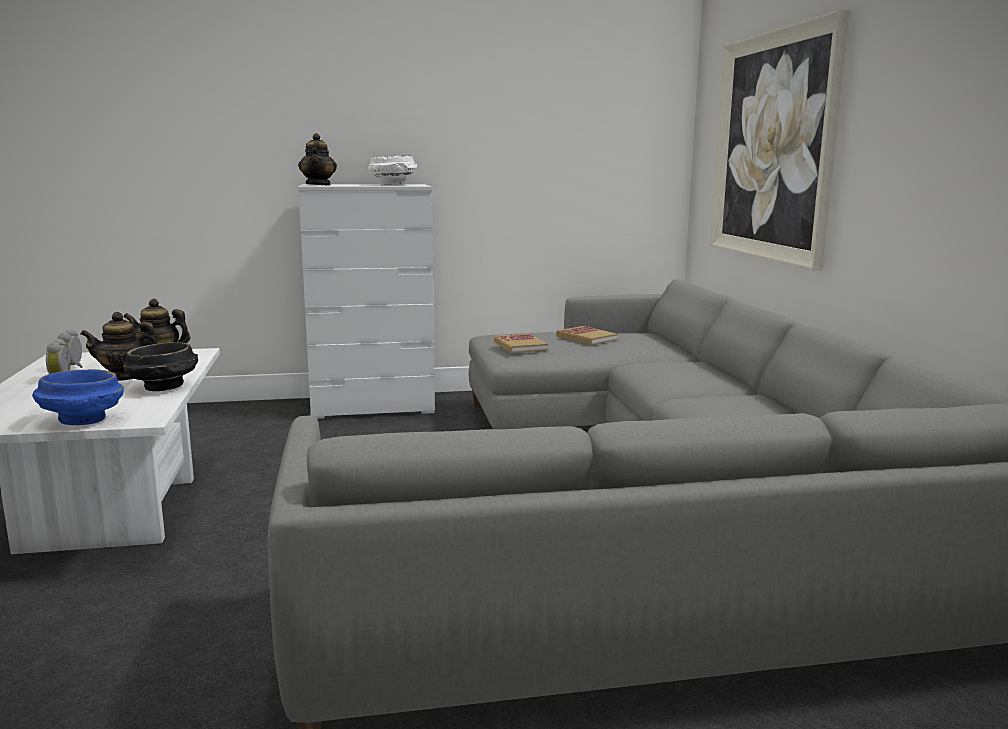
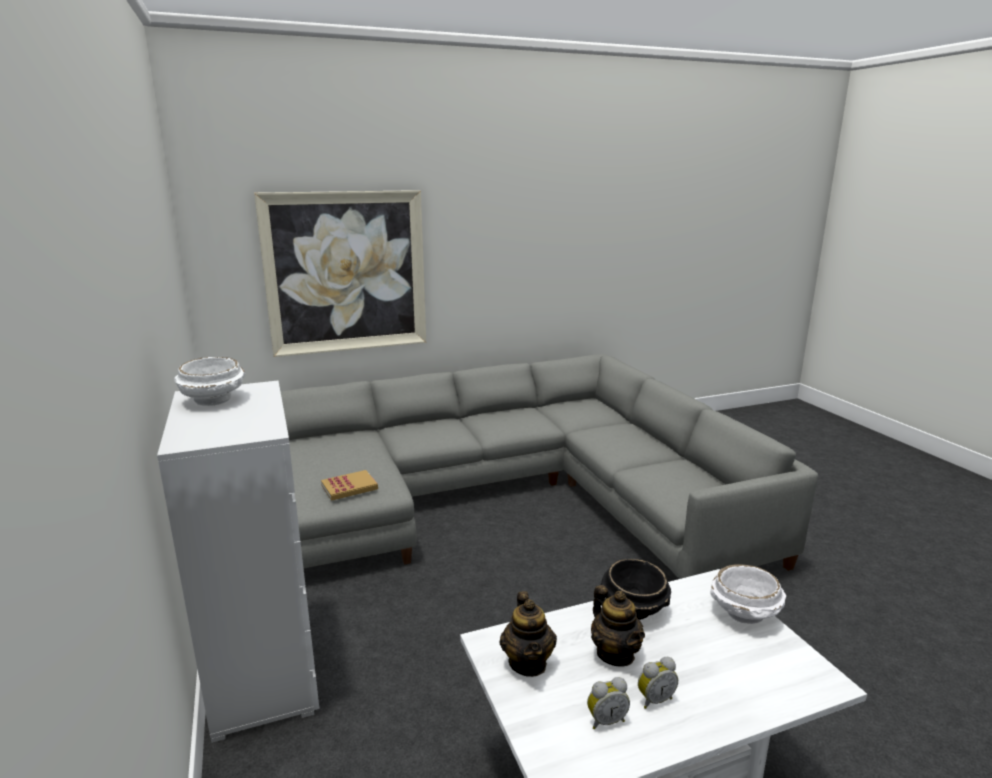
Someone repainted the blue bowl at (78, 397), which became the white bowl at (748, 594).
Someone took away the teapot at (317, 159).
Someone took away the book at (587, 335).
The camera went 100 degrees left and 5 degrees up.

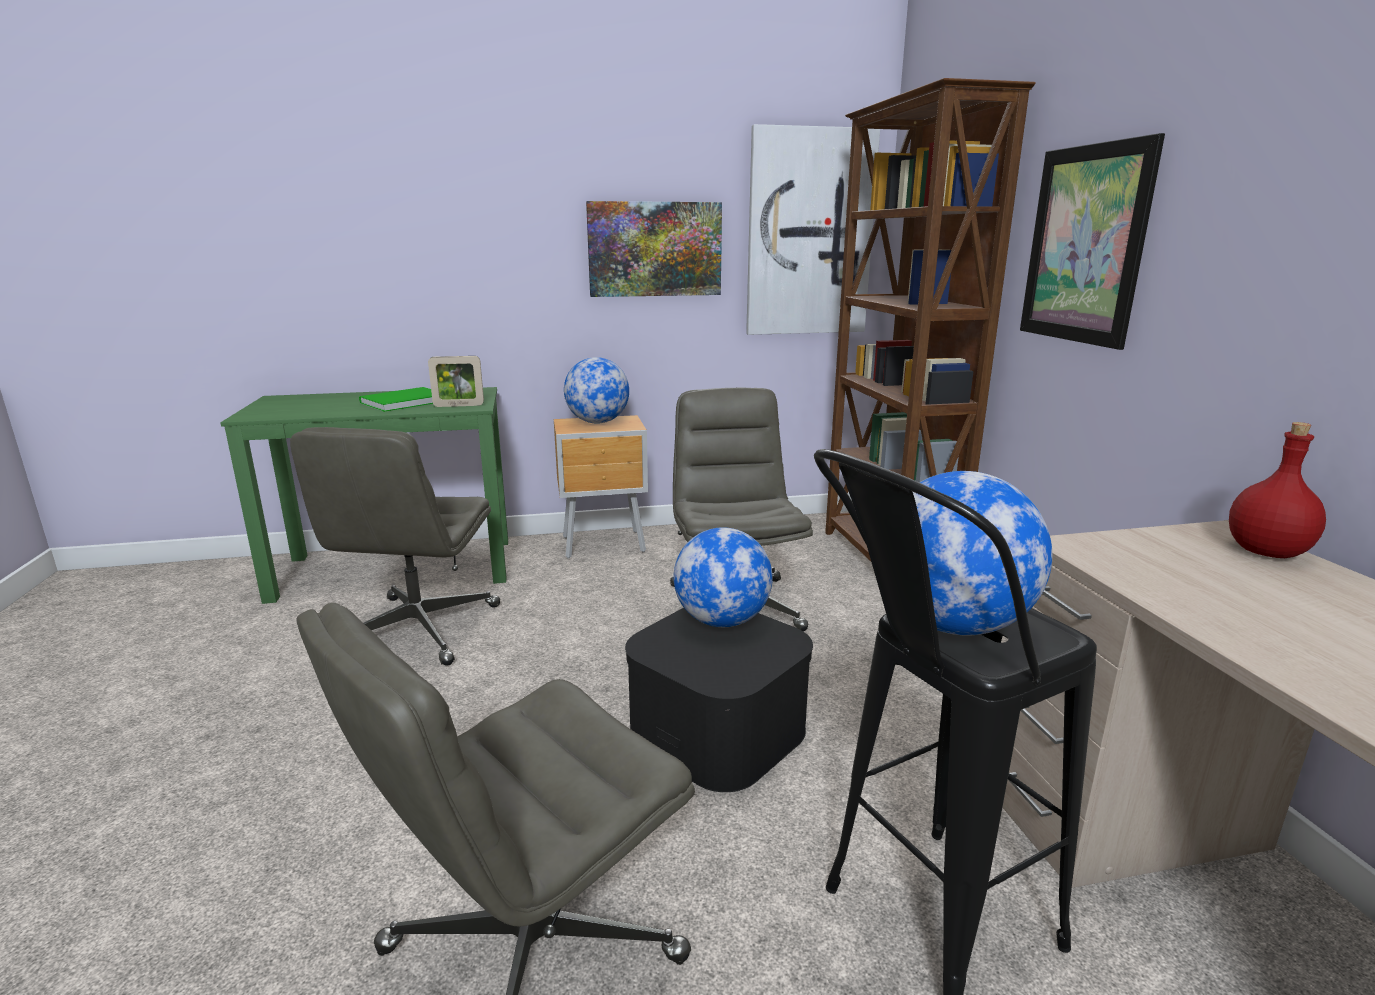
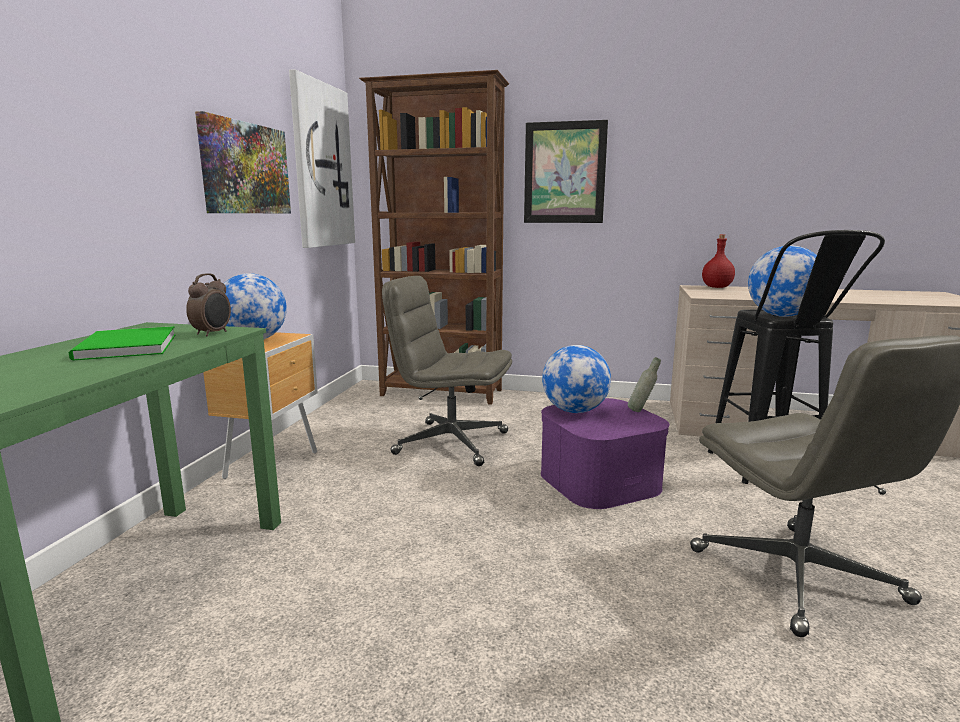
Someone took away the grey office chair at (395, 546).
Someone swapped the picture frame at (456, 381) for the alarm clock at (208, 304).
Someone repainted the black storage box at (719, 700), which became the purple storage box at (605, 453).
Someone put down the grey bottle at (644, 384).
The camera went 65 degrees left and 5 degrees down.

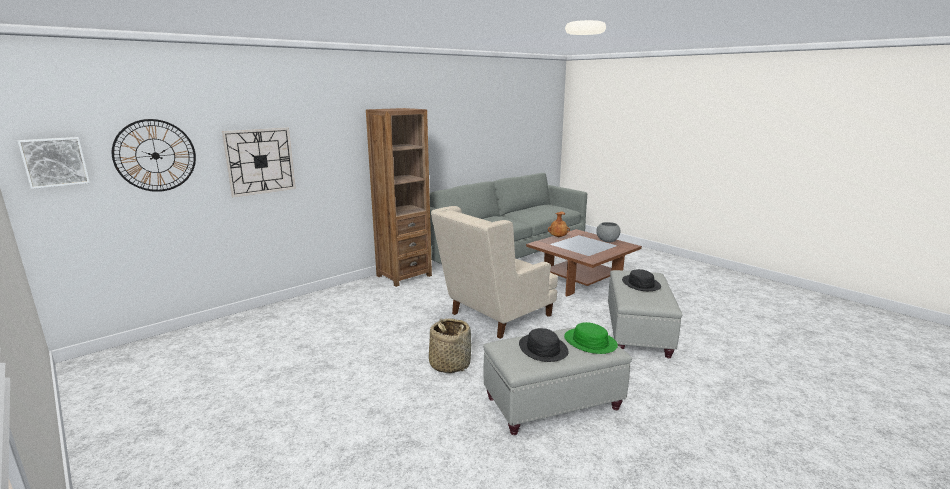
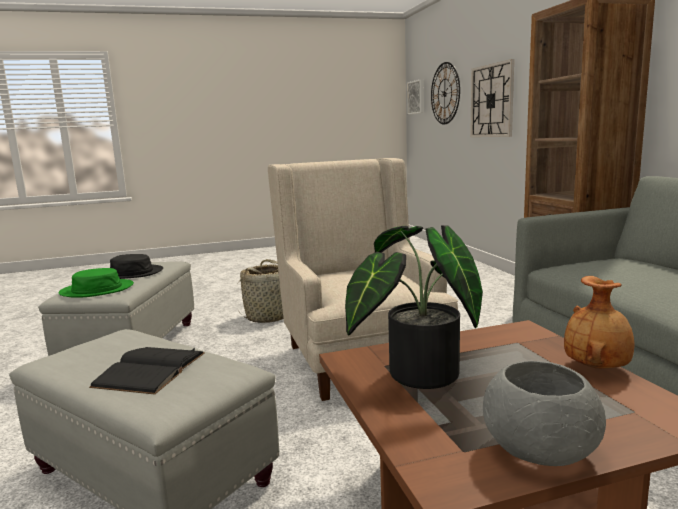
Someone swapped the black hat at (641, 280) for the black book at (147, 371).
Someone put down the potted plant at (414, 307).
The camera went 115 degrees right and 5 degrees down.

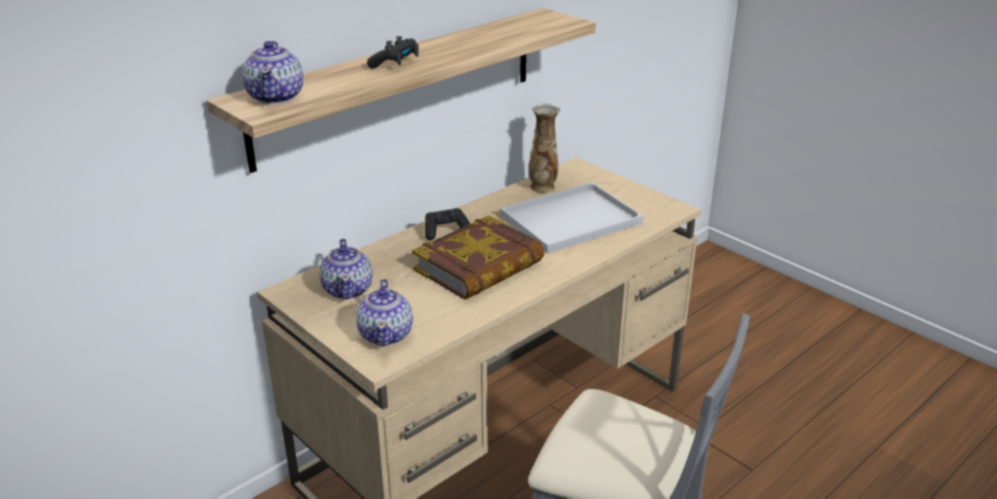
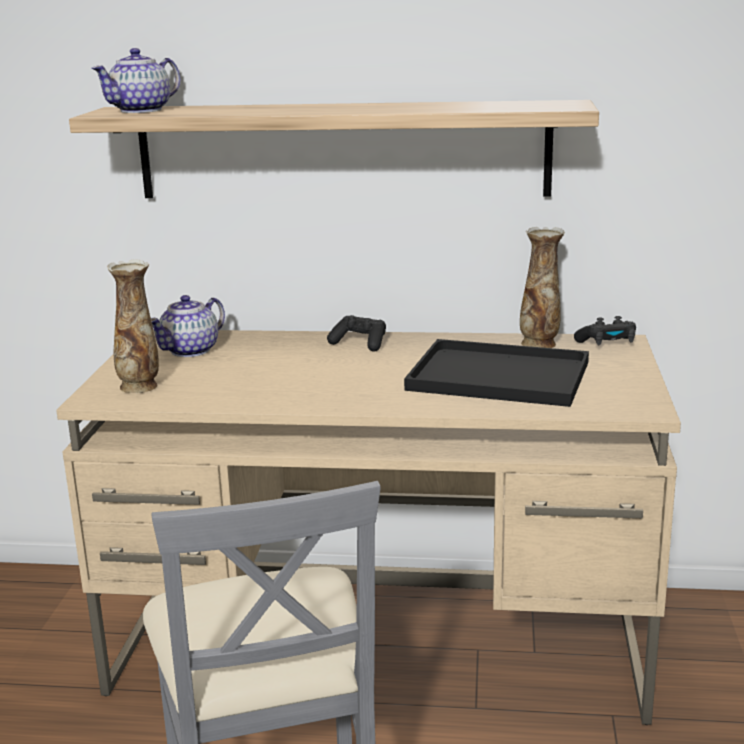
Someone swapped the teapot at (384, 313) for the vase at (133, 326).
Someone carried the black game controller from (393, 52) to (605, 331).
Someone took away the book at (478, 257).
Someone repainted the white tray at (572, 218), which became the black tray at (496, 373).
The camera went 50 degrees right and 10 degrees down.

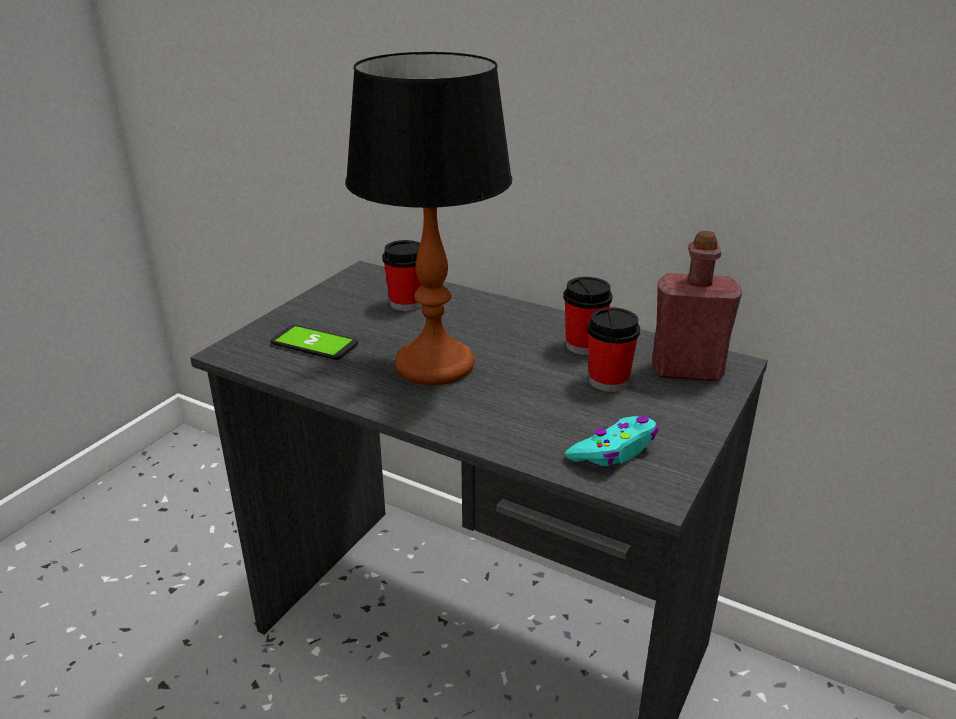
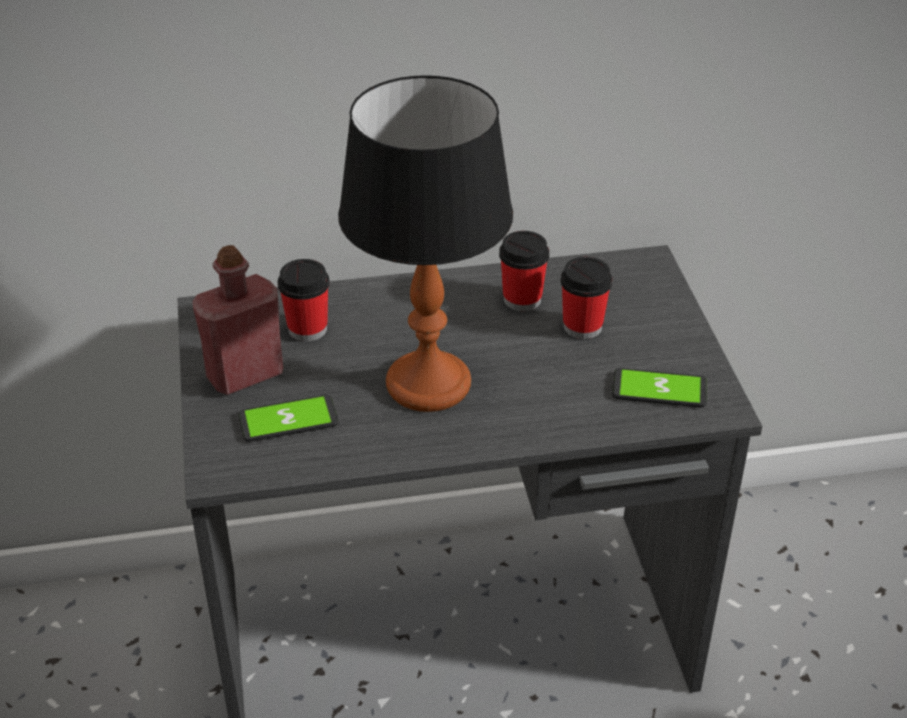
Someone swapped the turquoise game controller at (612, 441) for the phone at (659, 387).
Someone carried the red bottle from (697, 306) to (238, 320).
The camera went 40 degrees left and 10 degrees up.

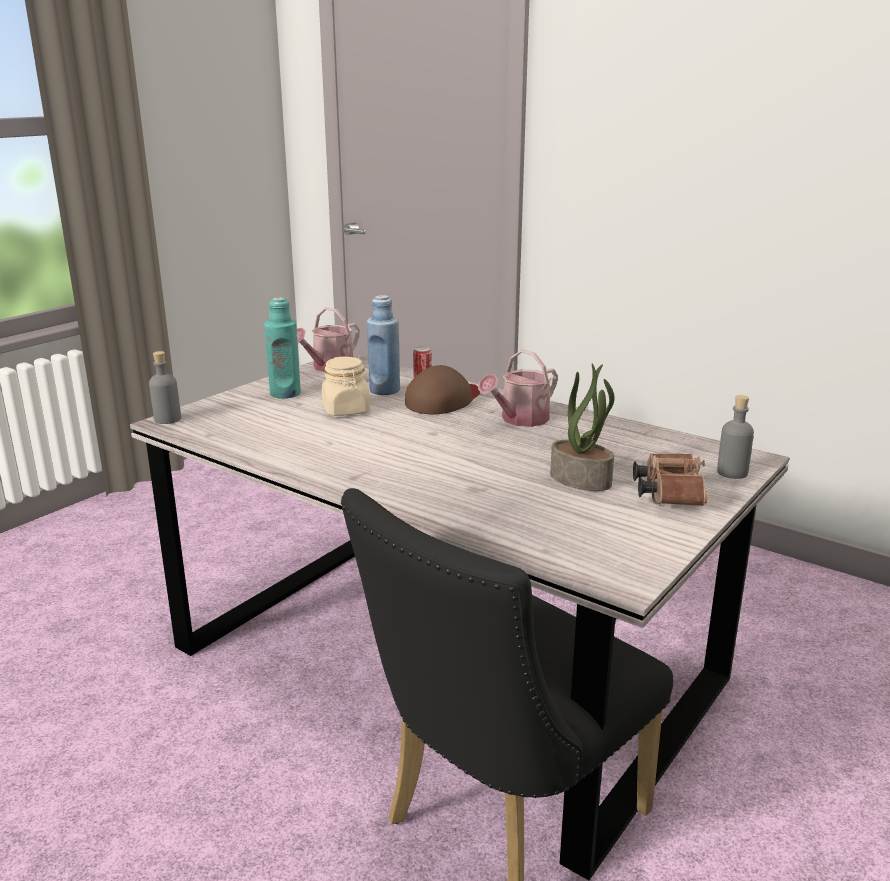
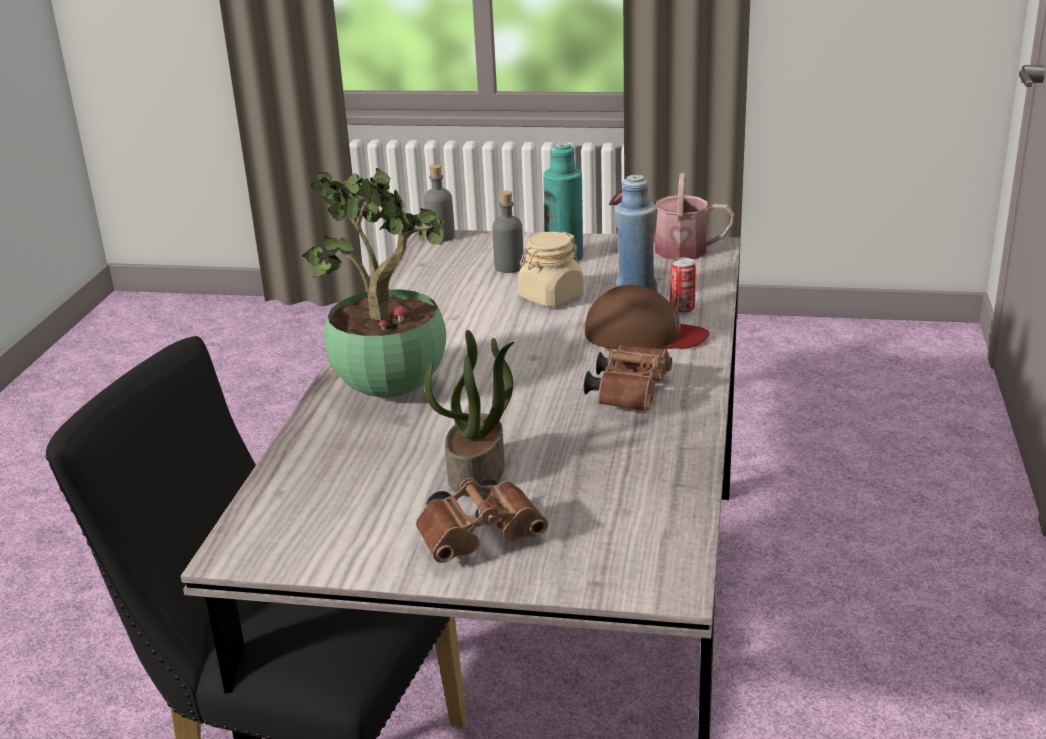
Someone swapped the watering can at (518, 388) for the brown binoculars at (628, 378).
Someone carried the grey bottle from (735, 437) to (508, 232).
Someone put down the potted plant at (374, 283).
The camera went 65 degrees right and 5 degrees up.

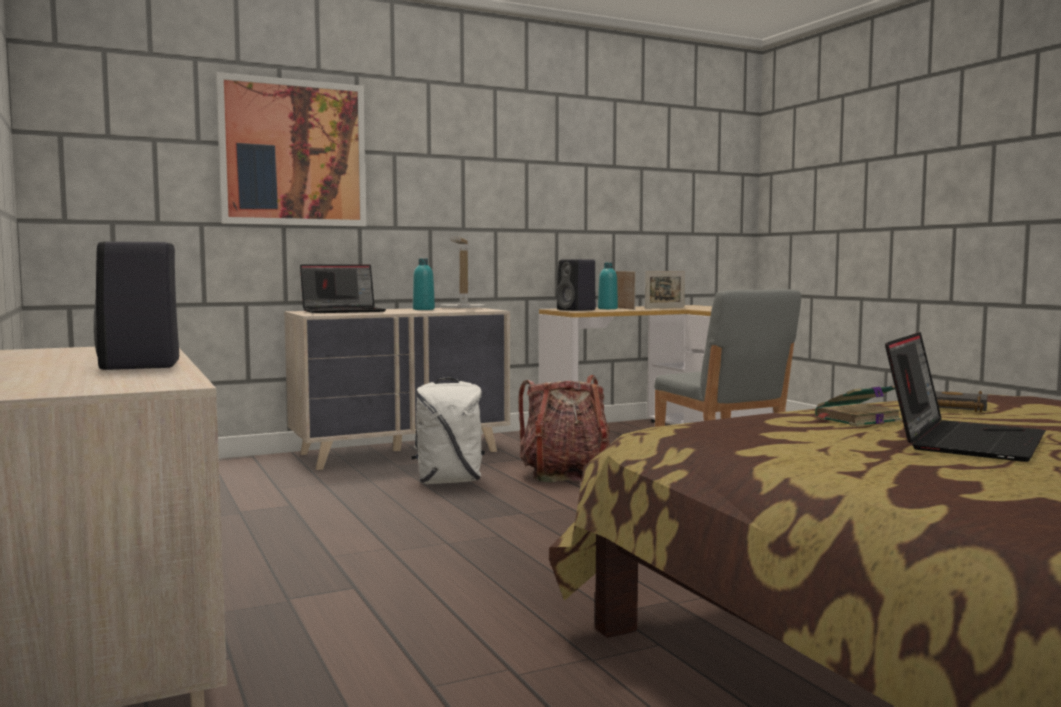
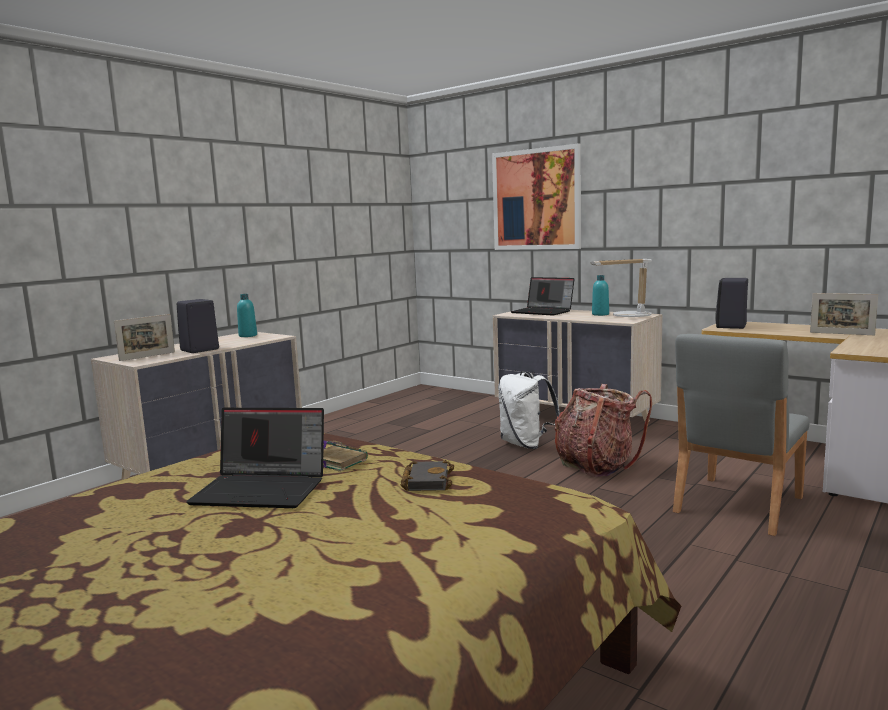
Someone carried the turquoise bottle from (608, 285) to (247, 315).
Someone carried the picture frame from (625, 290) to (144, 337).
The camera went 65 degrees right and 5 degrees up.

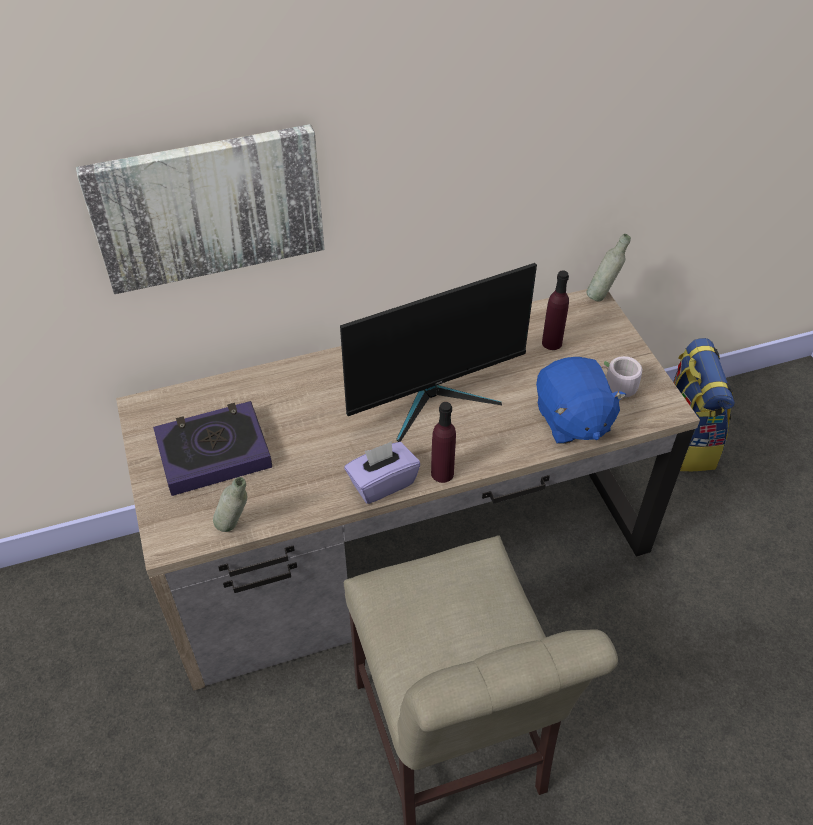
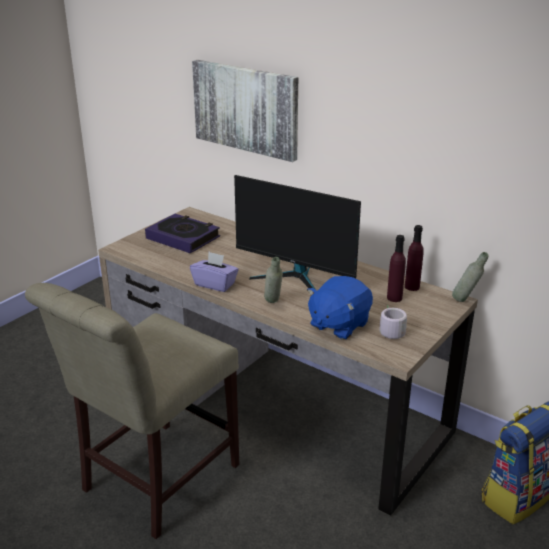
Someone carried the grey bottle from (230, 504) to (273, 280).
Someone carried the purple bottle from (443, 442) to (414, 258).
The camera went 55 degrees right and 20 degrees down.

